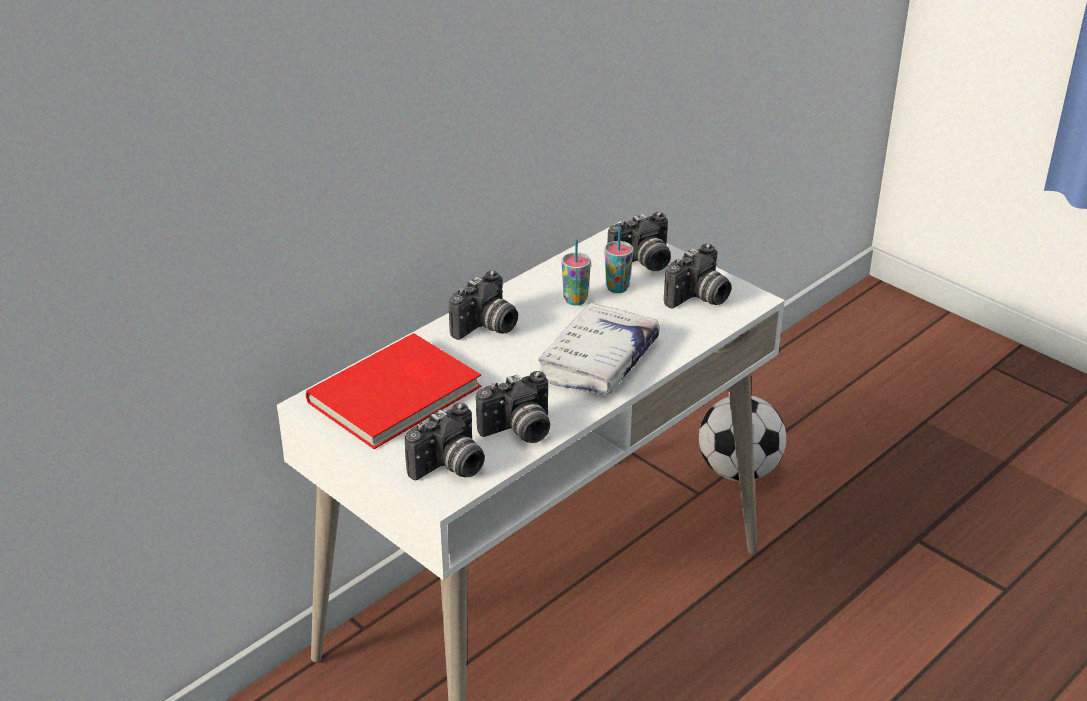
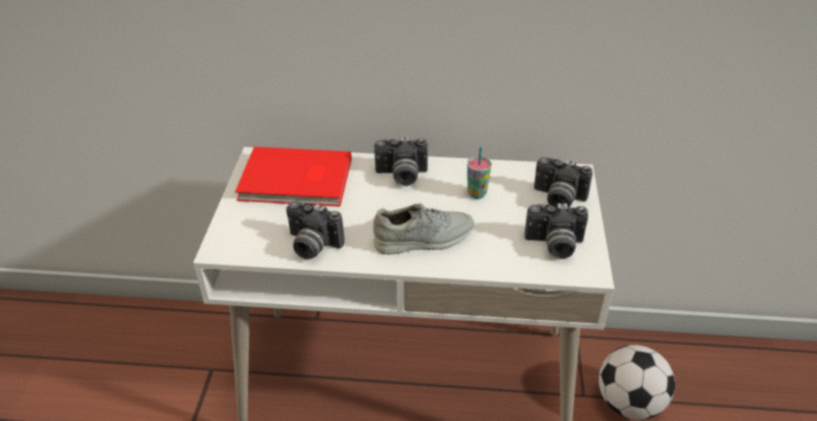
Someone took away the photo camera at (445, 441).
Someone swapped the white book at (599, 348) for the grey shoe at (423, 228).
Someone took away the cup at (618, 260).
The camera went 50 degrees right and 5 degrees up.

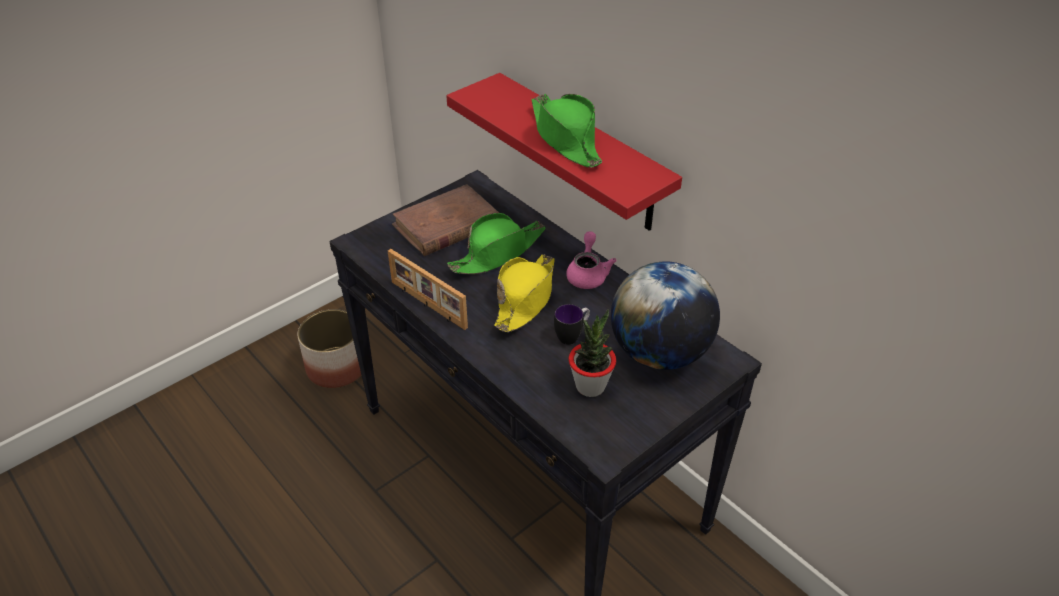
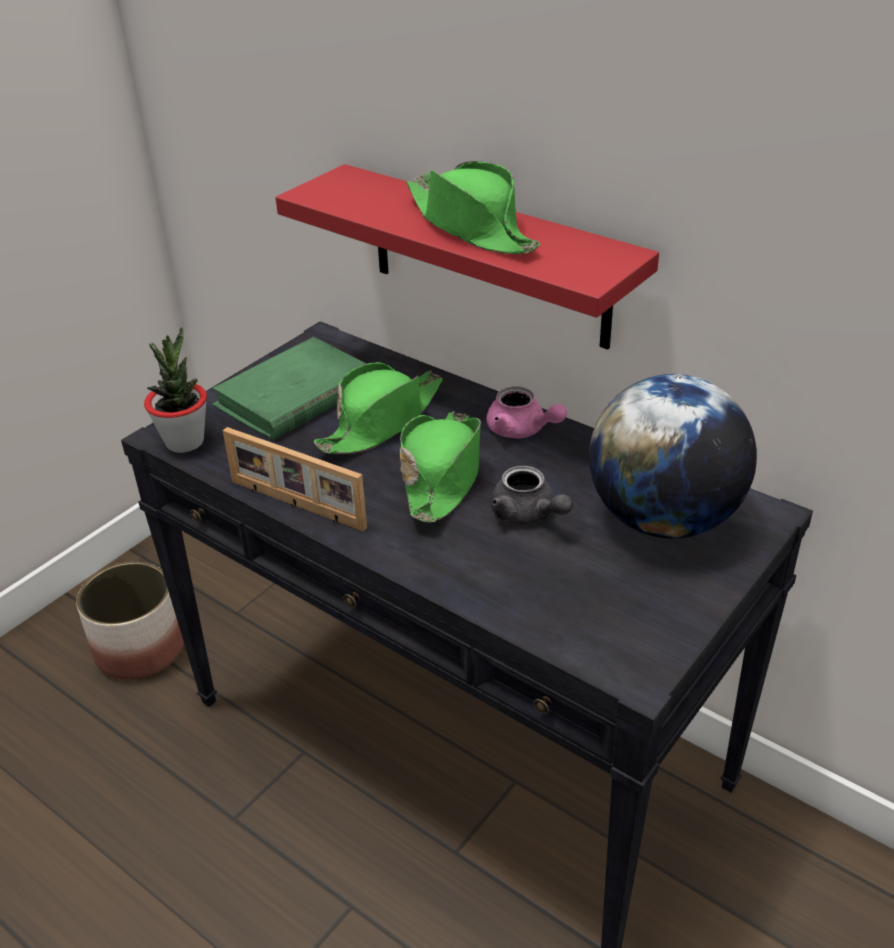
Someone repainted the brown book at (445, 220), which became the green book at (289, 388).
Someone repainted the yellow hat at (524, 293), which became the green hat at (440, 466).
Someone swapped the mug at (572, 324) for the grey teapot at (532, 495).
Someone rotated the pink teapot at (591, 260) by 135 degrees clockwise.
Someone carried the potted plant from (592, 353) to (175, 390).
The camera went 10 degrees left and 5 degrees down.

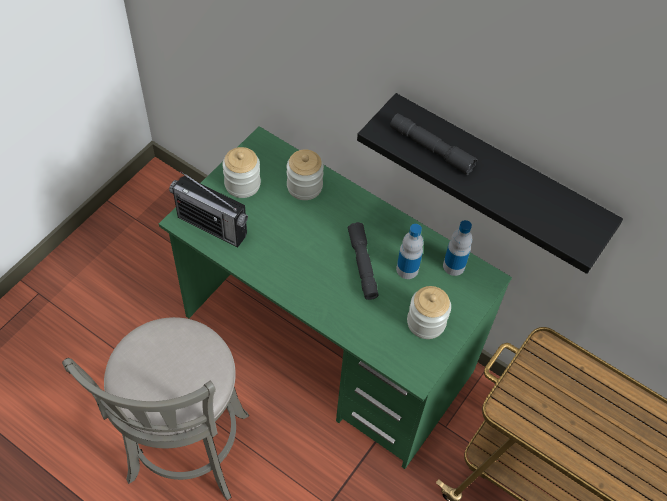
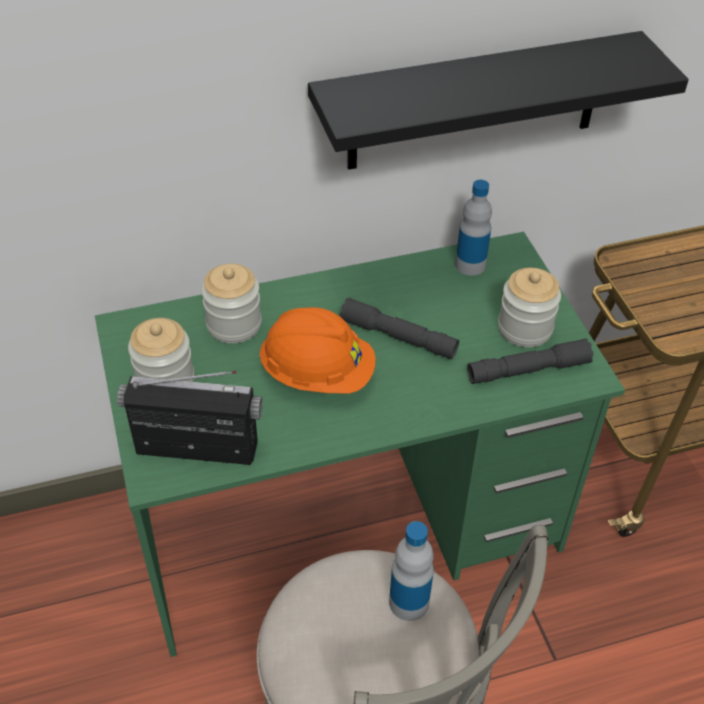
Someone rotated the radio at (208, 209) by 150 degrees counterclockwise.
Someone carried the grey flashlight from (434, 144) to (530, 361).
Someone carried the bottle from (410, 251) to (411, 571).
Someone put down the orange hard hat at (317, 350).
The camera went 50 degrees left and 10 degrees down.

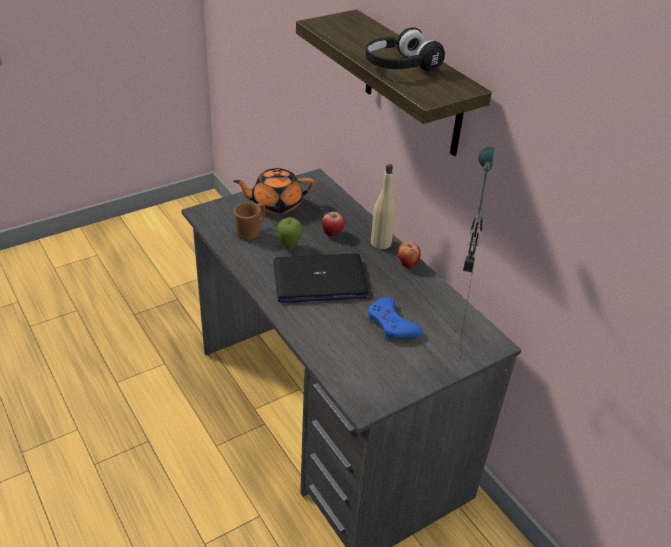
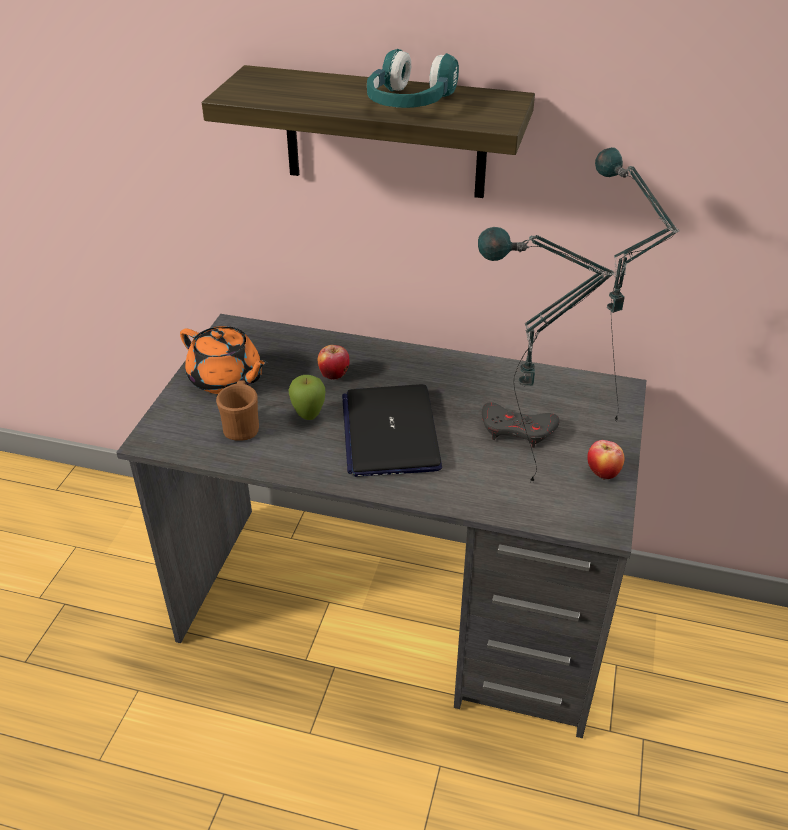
Someone rotated the orange teapot at (274, 191) by 90 degrees counterclockwise.
Someone rotated the laptop at (321, 278) by 135 degrees clockwise.
Someone repainted the black headphones at (405, 49), which became the turquoise headphones at (413, 78).
Someone repainted the blue game controller at (395, 318), which became the grey game controller at (520, 425).
Someone took away the beige bottle at (383, 206).
Someone carried the apple from (409, 254) to (606, 460).
Someone put down the table lamp at (546, 354).
The camera went 40 degrees left and 0 degrees up.

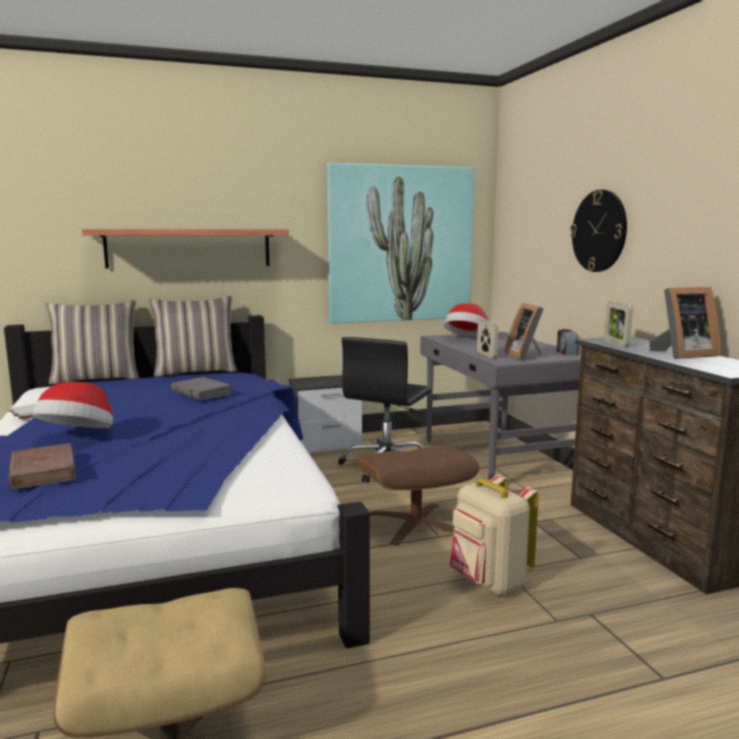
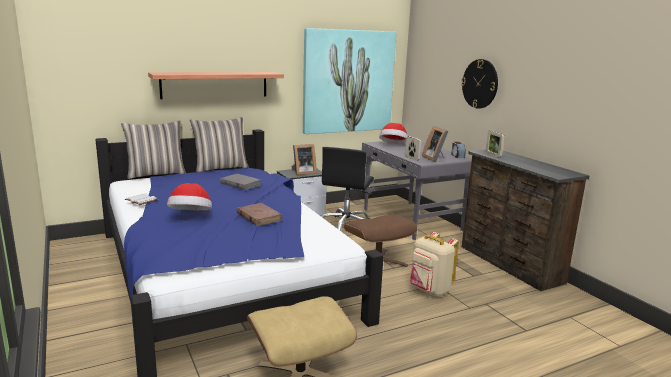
Someone carried the brown book from (42, 466) to (259, 214).
Someone carried the picture frame from (685, 323) to (304, 159).
The camera went 10 degrees left and 5 degrees up.

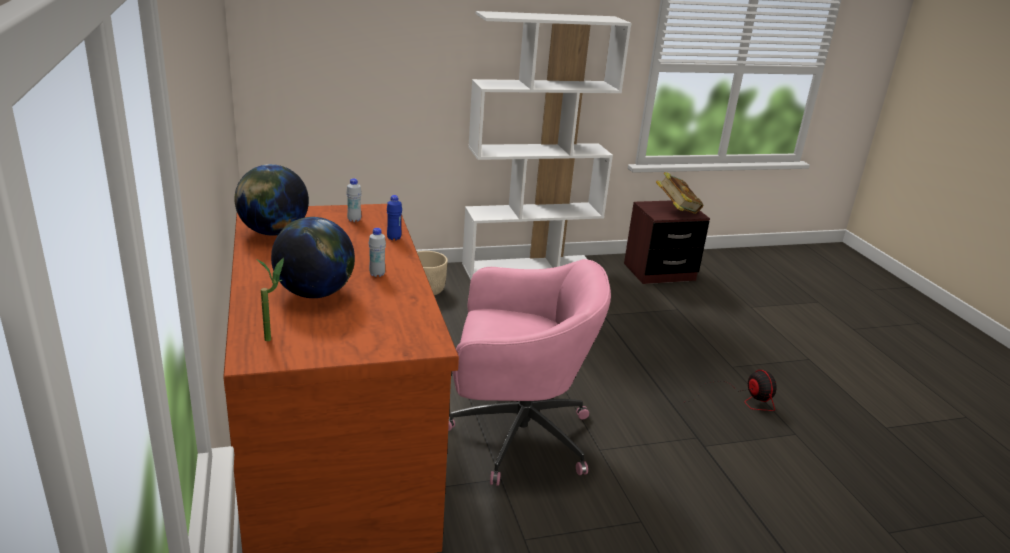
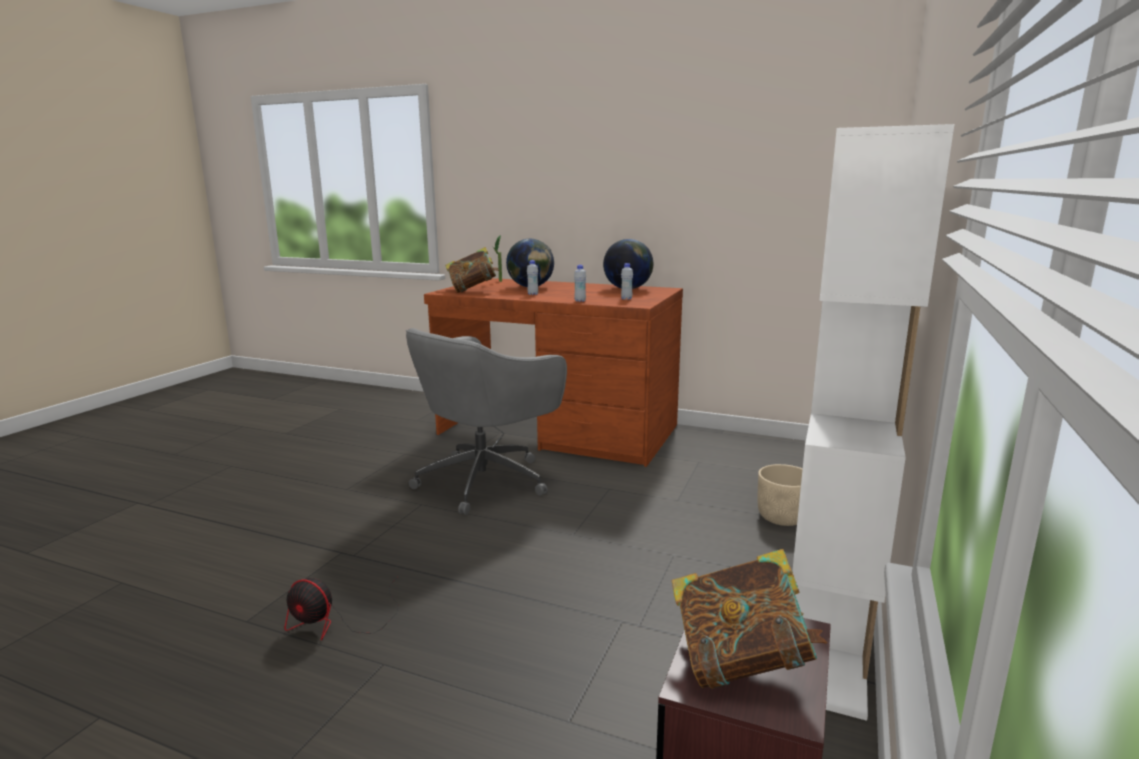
Someone repainted the blue bottle at (394, 217), which became the white bottle at (580, 283).
Someone repainted the pink office chair at (529, 372), which became the grey office chair at (486, 421).
Someone put down the book at (472, 270).
The camera went 130 degrees right and 10 degrees down.

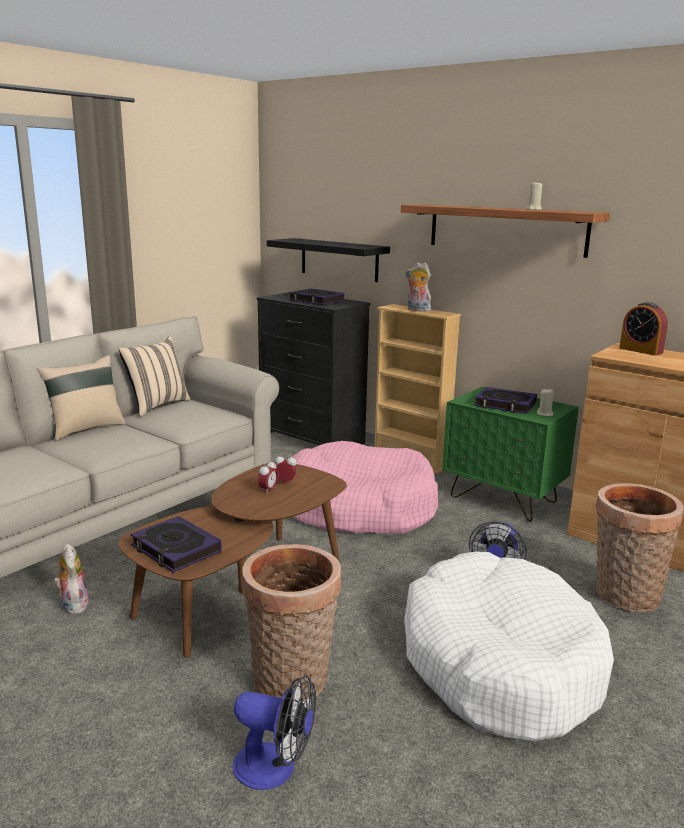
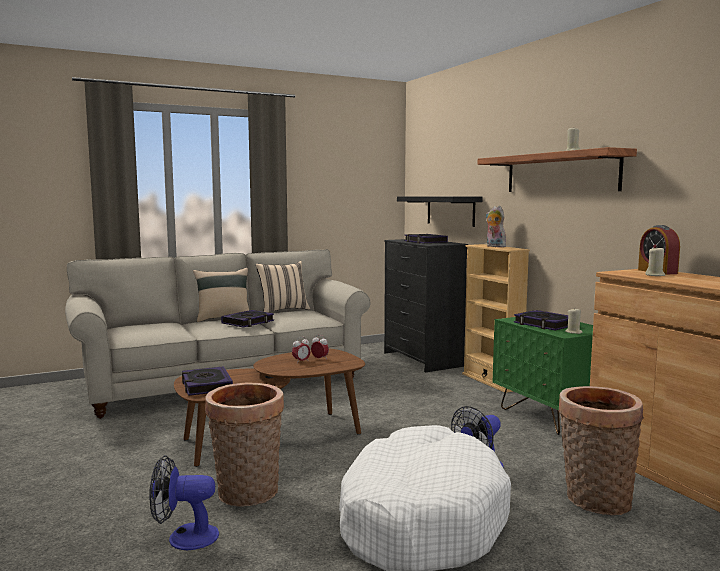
Someone took away the plush toy at (71, 578).
Someone rotated the fan at (274, 732) by 135 degrees clockwise.
Someone took away the pink dog bed at (365, 487).
Someone put down the book at (247, 318).
Someone put down the beige candle at (655, 261).
The camera went 25 degrees right and 10 degrees down.

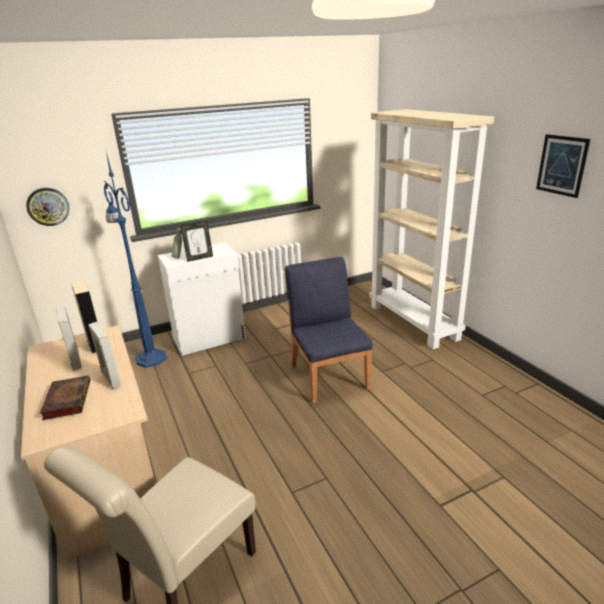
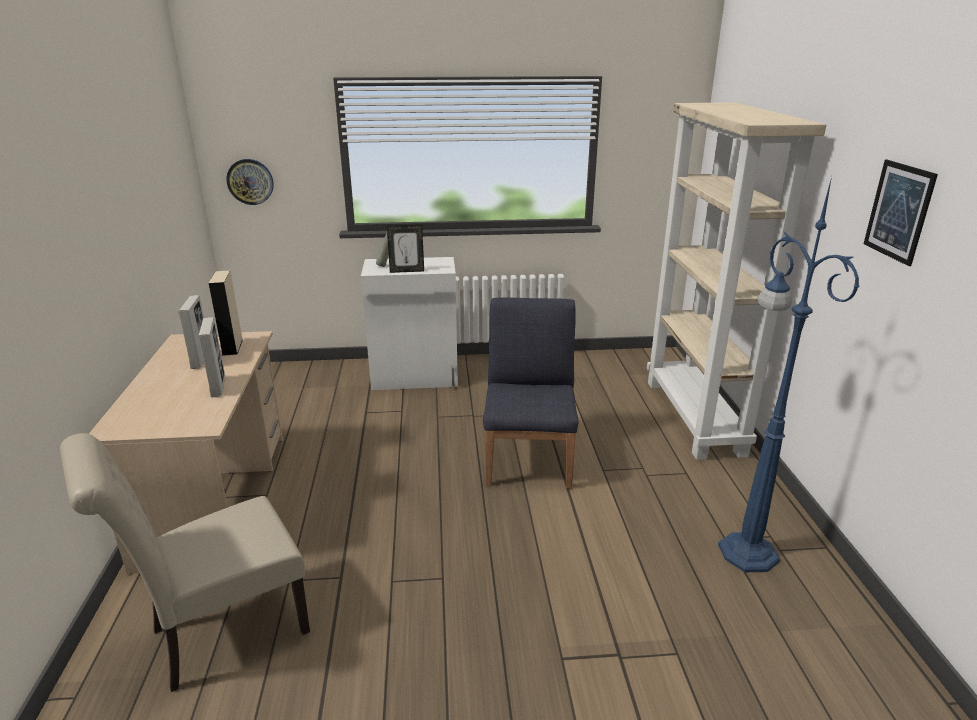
Someone took away the book at (64, 398).
Someone carried the blue floor lamp from (135, 260) to (789, 374).
The camera went 20 degrees right and 0 degrees up.

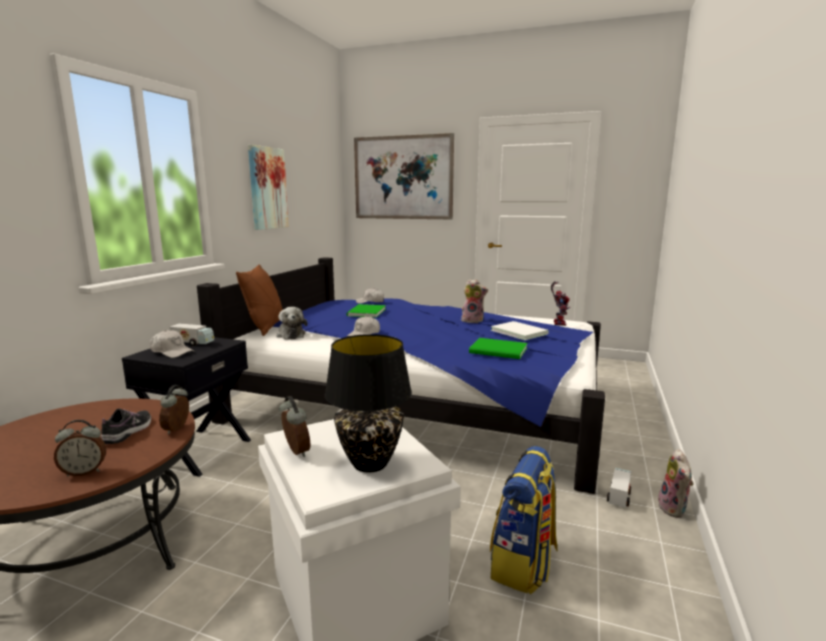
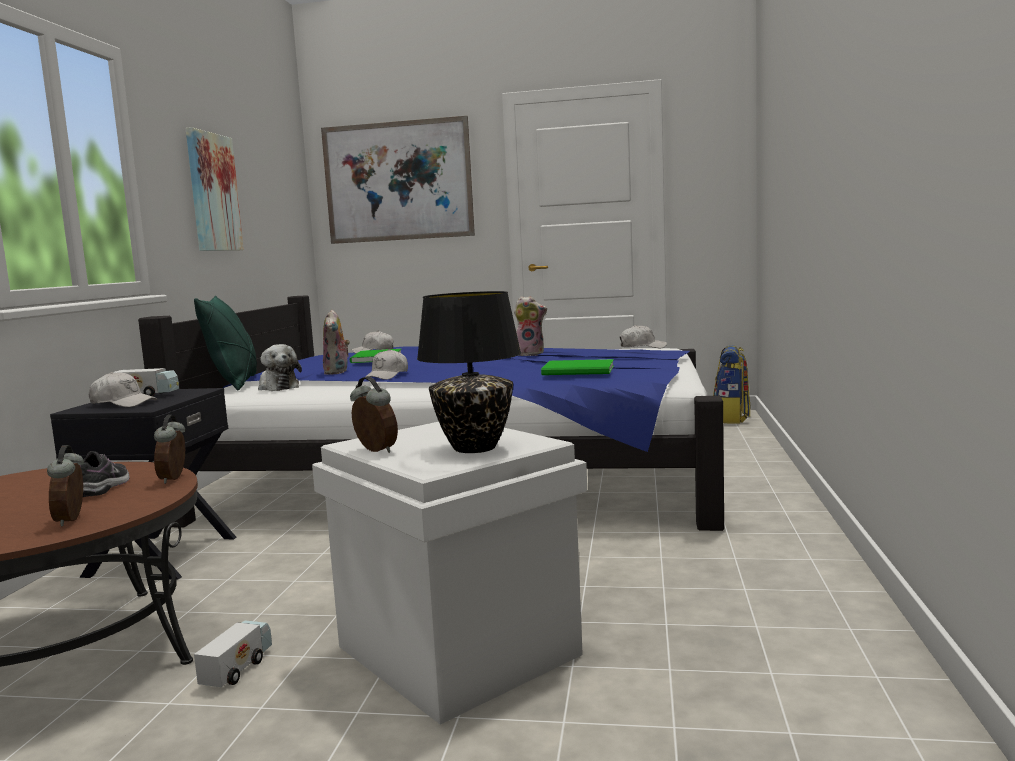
Someone rotated the alarm clock at (80, 448) by 105 degrees clockwise.
Someone repainted the brown pillow at (259, 300), which became the green pillow at (225, 343).
Someone carried the backpack from (524, 520) to (731, 384).
Someone took away the white book at (520, 330).
Someone swapped the toy robot at (560, 303) for the white cap at (643, 336).
Someone carried the toy truck from (619, 488) to (233, 653).
Someone carried the plush toy from (676, 483) to (336, 342).
The camera went 10 degrees left and 5 degrees down.

